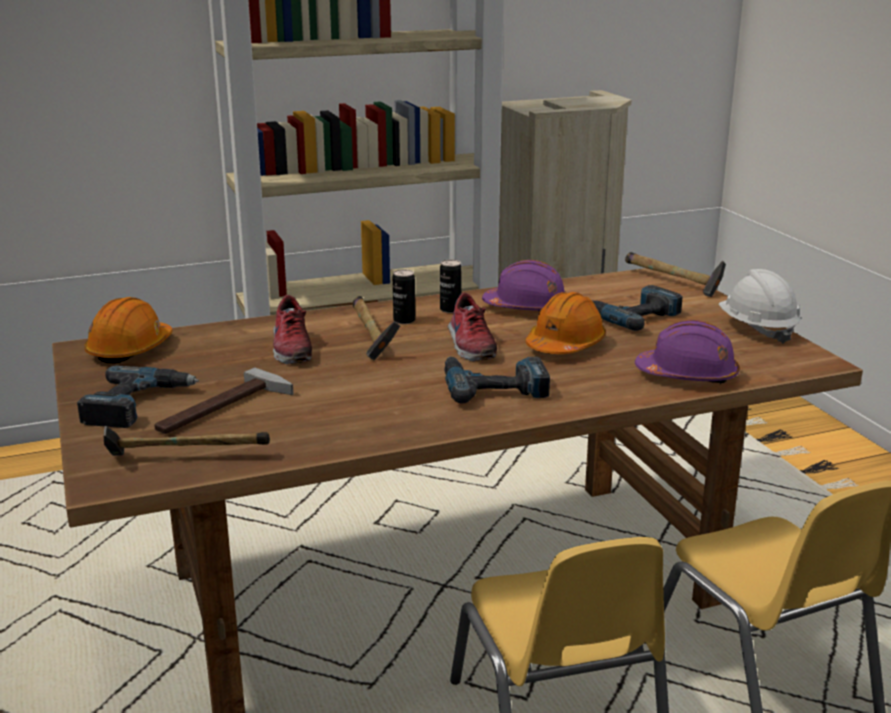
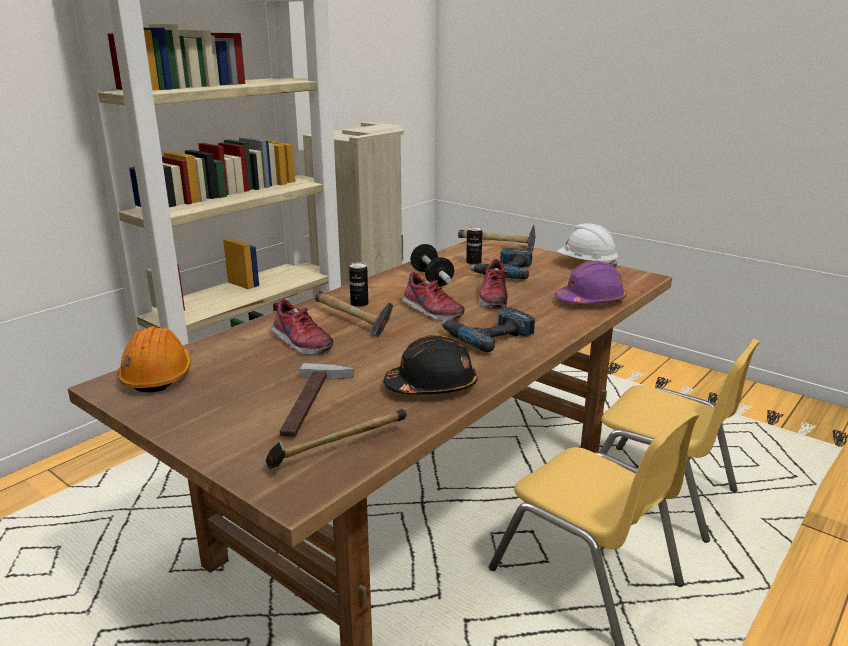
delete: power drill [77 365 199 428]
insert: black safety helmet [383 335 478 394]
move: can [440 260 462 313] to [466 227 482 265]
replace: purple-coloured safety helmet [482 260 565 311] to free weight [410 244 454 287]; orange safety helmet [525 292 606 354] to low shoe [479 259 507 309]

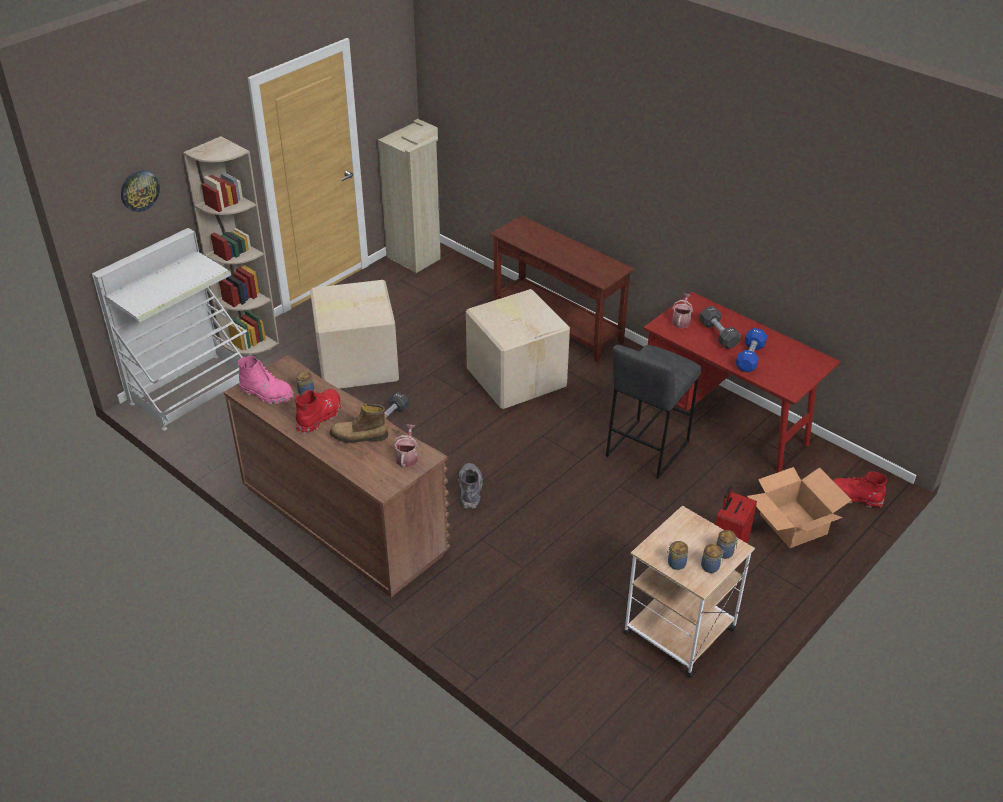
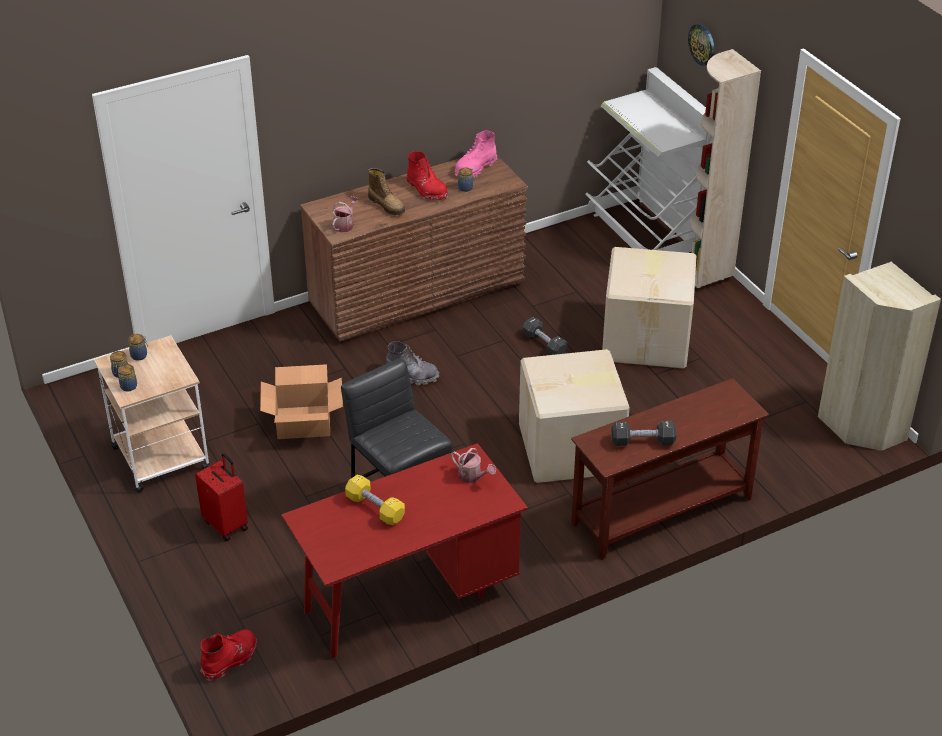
move: carton [747 467 851 548] to [260 364 343 439]; black free weight [699 306 741 349] to [611 421 677 446]
recolor: bluish free weight [736 328 767 372] to yellow free weight [345 475 405 525]
rotate: watering can [394 424 418 467] = [332 196 358 233] 90 degrees counterclockwise; boot [330 404 388 443] = [368 168 405 215] 120 degrees clockwise

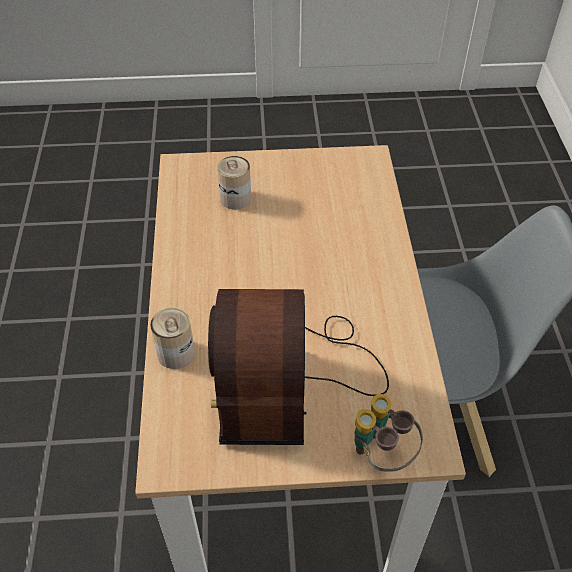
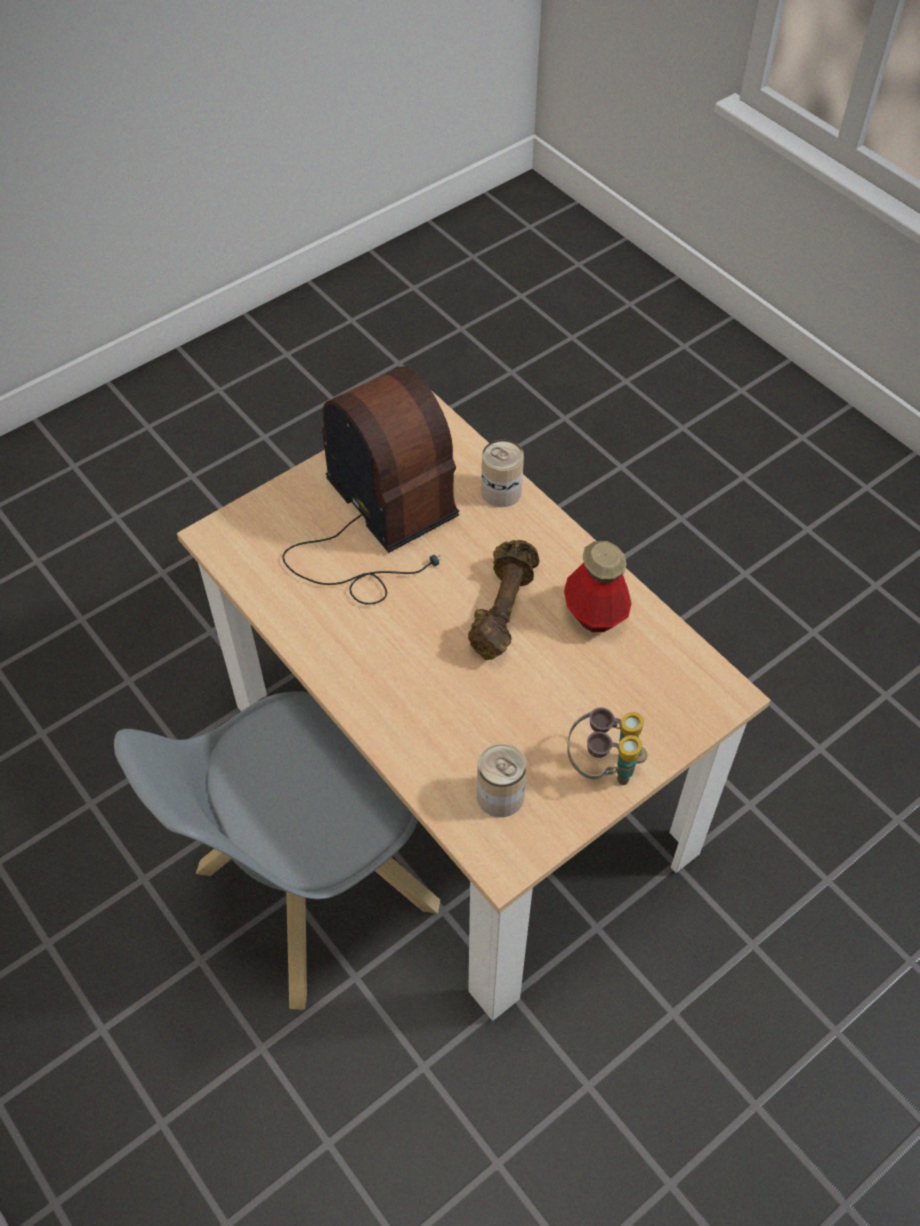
insert: brown-coloured free weight [468 540 540 660]; beverage bottle [564 541 632 632]
move: can [217 156 251 210] to [477 744 527 817]; binoculars [354 394 423 472] to [567 707 647 785]

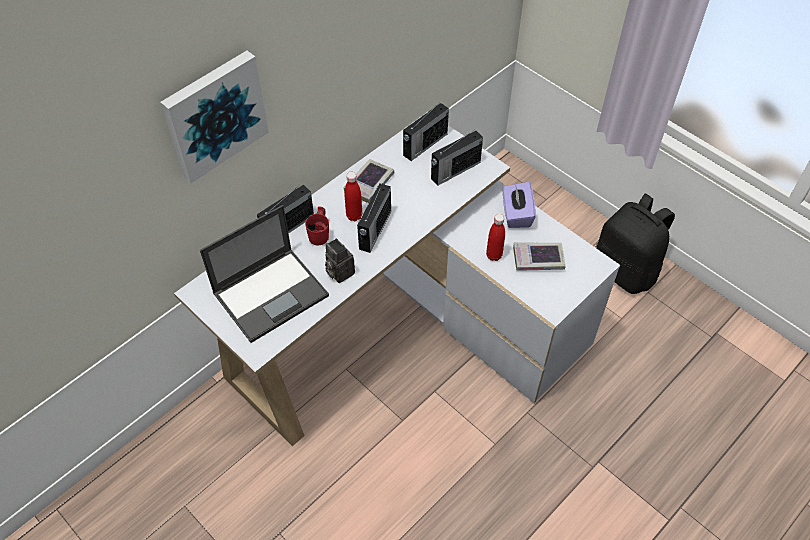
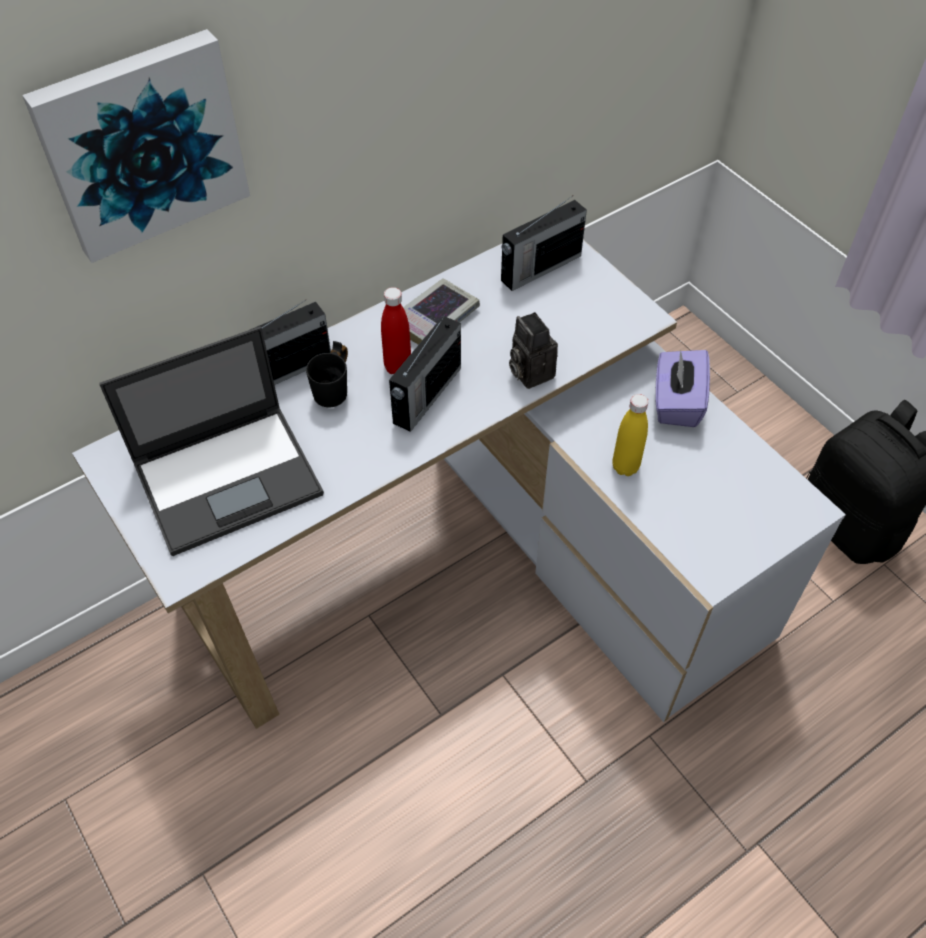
delete: radio receiver [431 129 483 186]; bound book [513 242 566 271]
move: still camera [325 238 355 283] to [509 312 558 389]
recolor: red-coloured coffee mug [305 206 329 245] to black coffee mug [306 341 348 407]; red-coloured beverage bottle [486 214 505 261] to yellow beverage bottle [612 394 649 476]

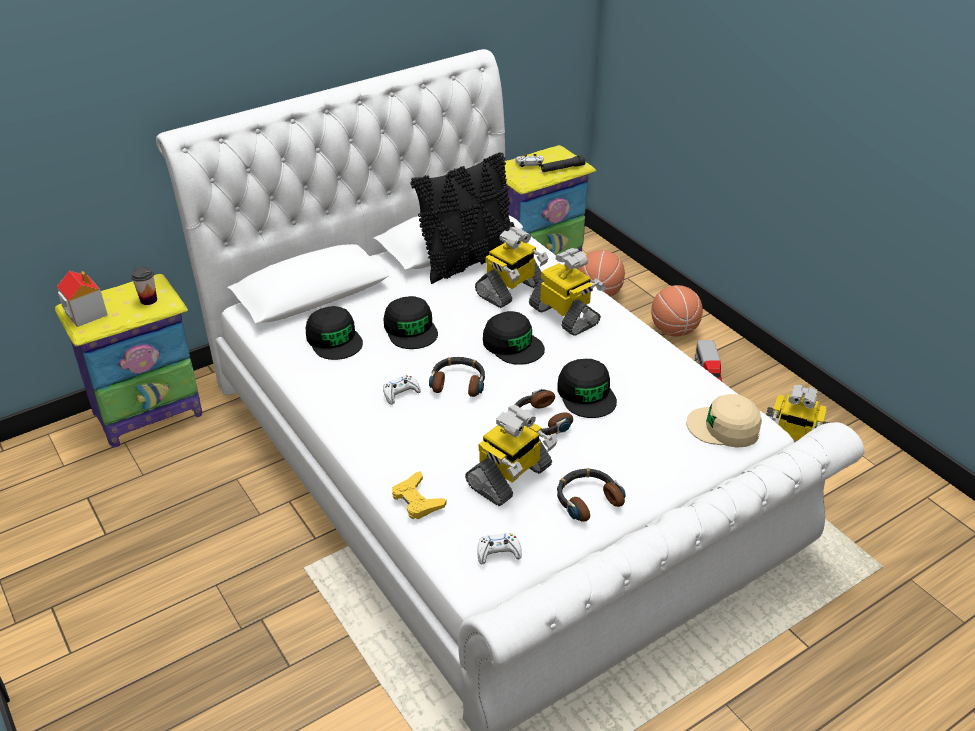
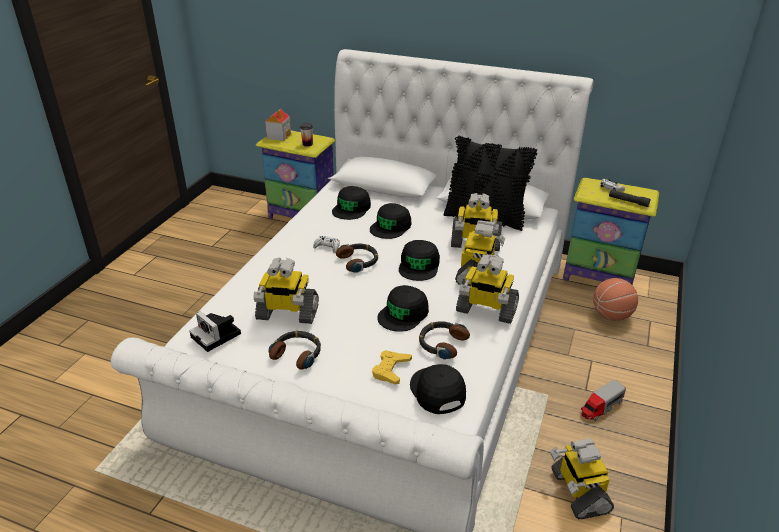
delete: basketball ball [651 285 703 336]
insert: model robot [456 254 519 324]
move: yellow joypad [392 471 447 519] to [372 350 412 384]; headset [515 389 573 436] to [419 321 470 360]
replace: white joypad [477 533 522 564] to still camera [189 311 241 352]
recolor: beige peaked cap [686 394 762 448] to black peaked cap [410 364 466 414]

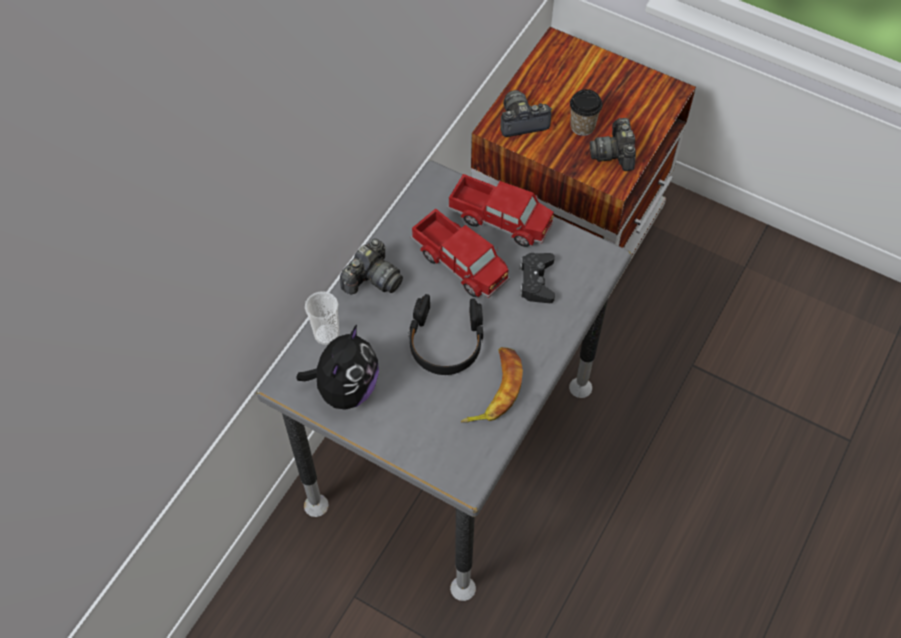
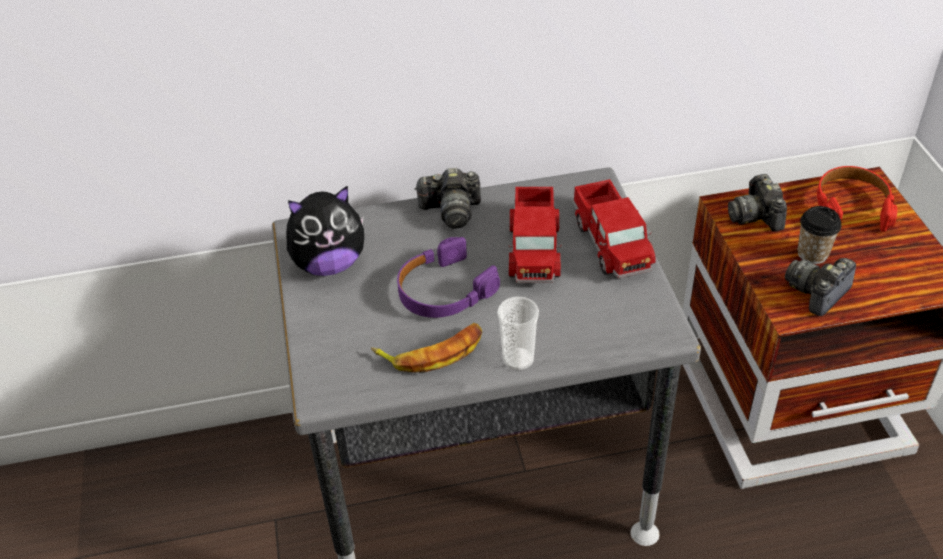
delete: black joypad [519 253 555 303]
insert: red-coloured headset [817 166 897 232]
move: cup [305 291 339 345] to [497 296 539 371]
recolor: black headset [409 294 483 375] to purple-coloured headset [397 237 500 318]
rotate: still camera [500 90 552 137] = [728 174 787 232] 135 degrees counterclockwise

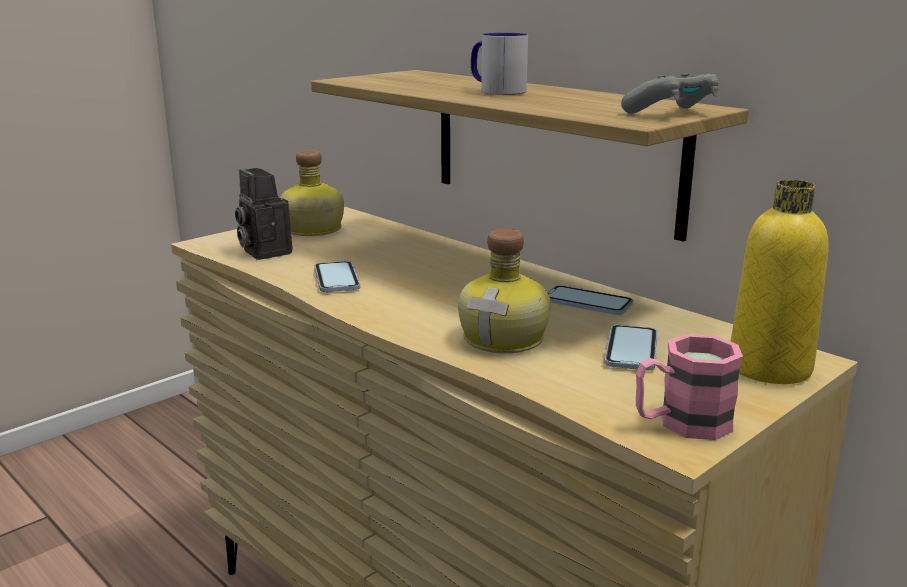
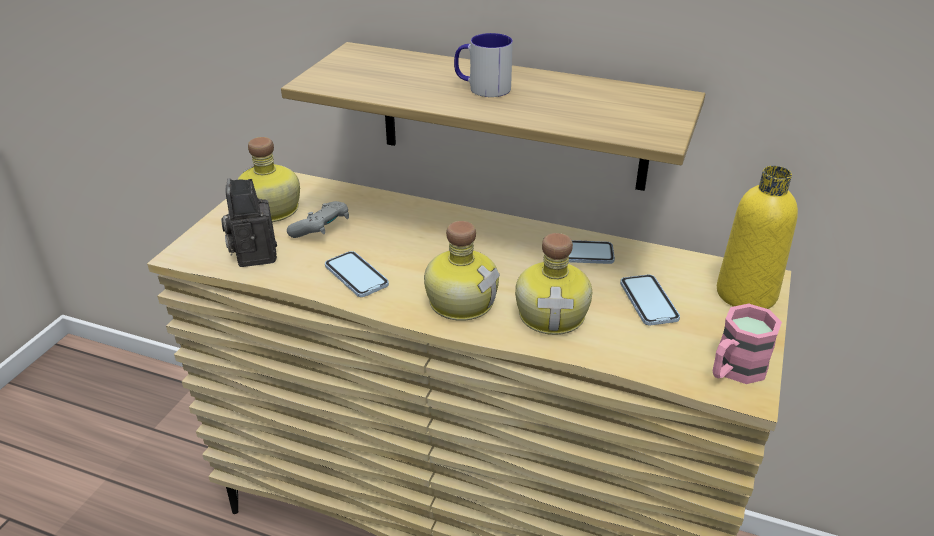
insert: beverage bottle [424 221 500 321]
move: grey joypad [621 73 718 114] to [287 201 349 238]
rotate: still camera [235 168 292 260] = [221 178 277 267] 45 degrees clockwise

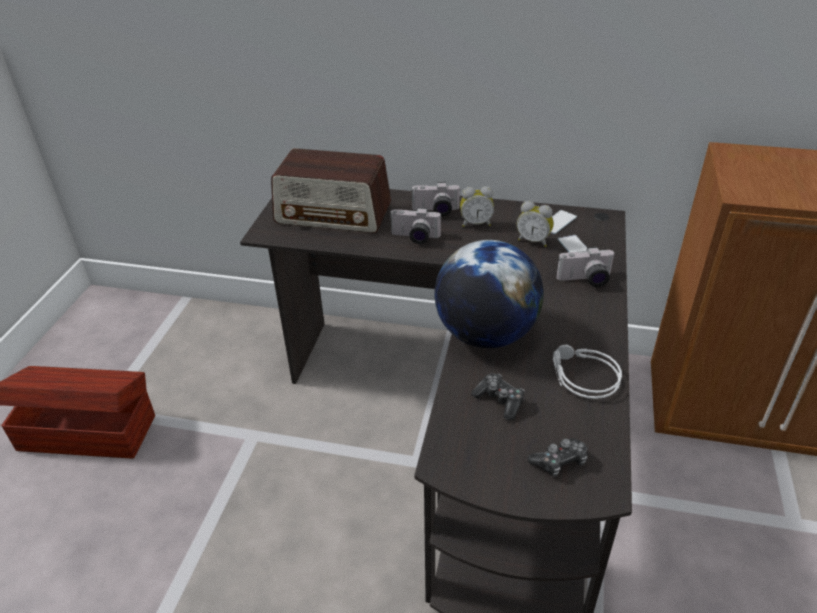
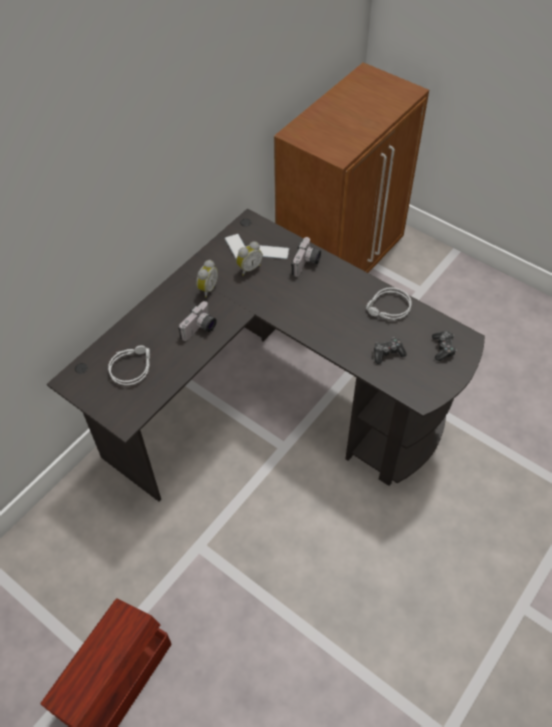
delete: still camera [411 182 461 216]; world globe [434 240 544 348]
replace: radio receiver [271 148 391 233] to grey headset [108 345 150 385]

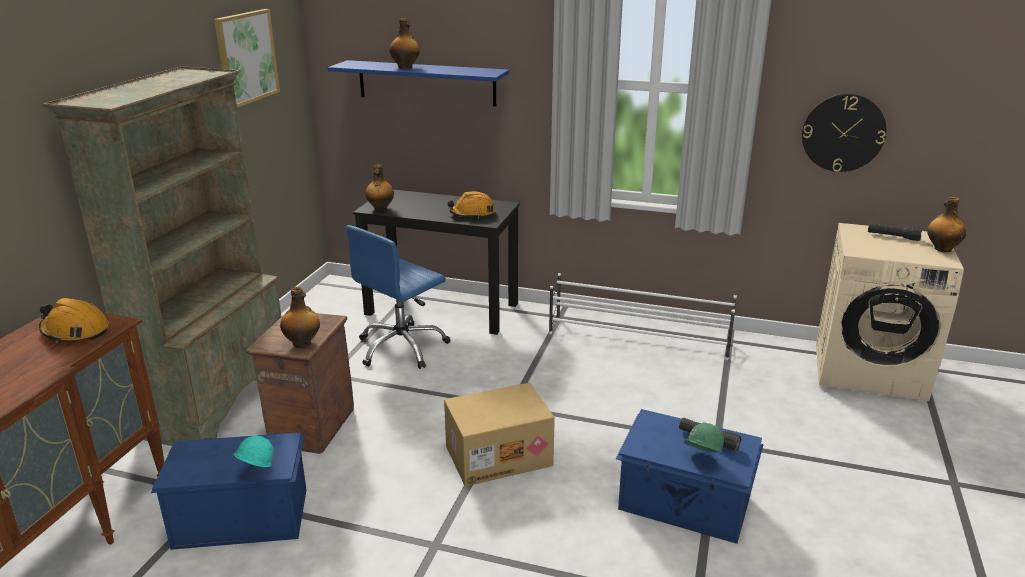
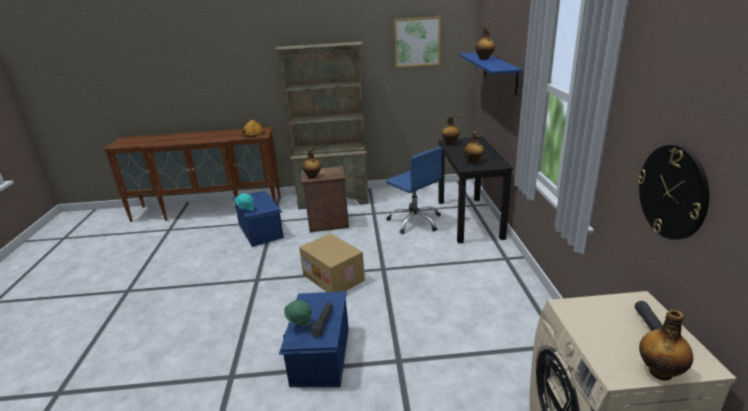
delete: white shoe shelf [549 273 737 360]
replace: orange safety helmet [447 191 495 219] to beverage bottle [464 131 484 163]
rotate: bluish computer chair [346 225 451 369] = [386 147 442 234] 150 degrees counterclockwise

